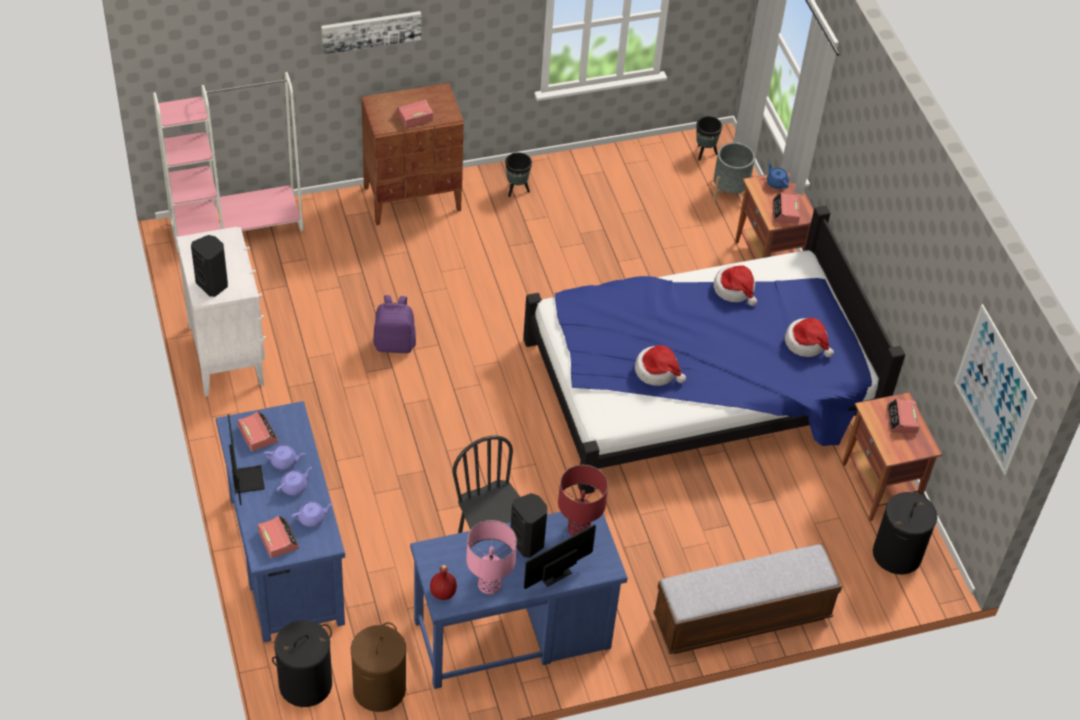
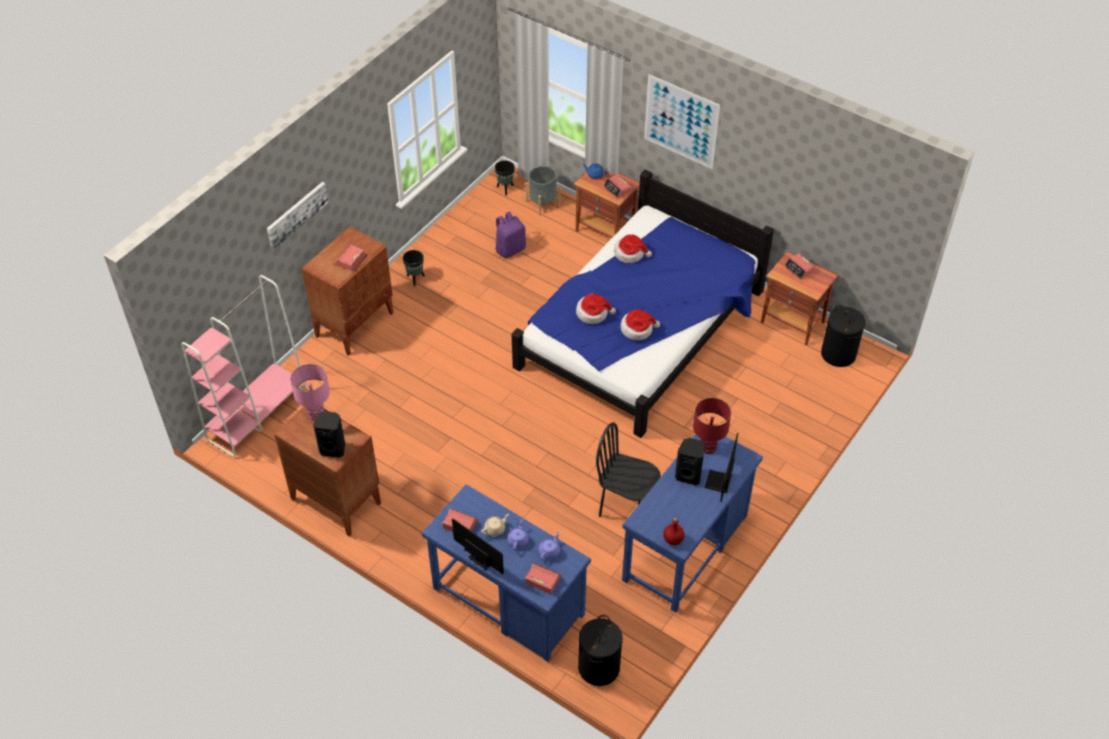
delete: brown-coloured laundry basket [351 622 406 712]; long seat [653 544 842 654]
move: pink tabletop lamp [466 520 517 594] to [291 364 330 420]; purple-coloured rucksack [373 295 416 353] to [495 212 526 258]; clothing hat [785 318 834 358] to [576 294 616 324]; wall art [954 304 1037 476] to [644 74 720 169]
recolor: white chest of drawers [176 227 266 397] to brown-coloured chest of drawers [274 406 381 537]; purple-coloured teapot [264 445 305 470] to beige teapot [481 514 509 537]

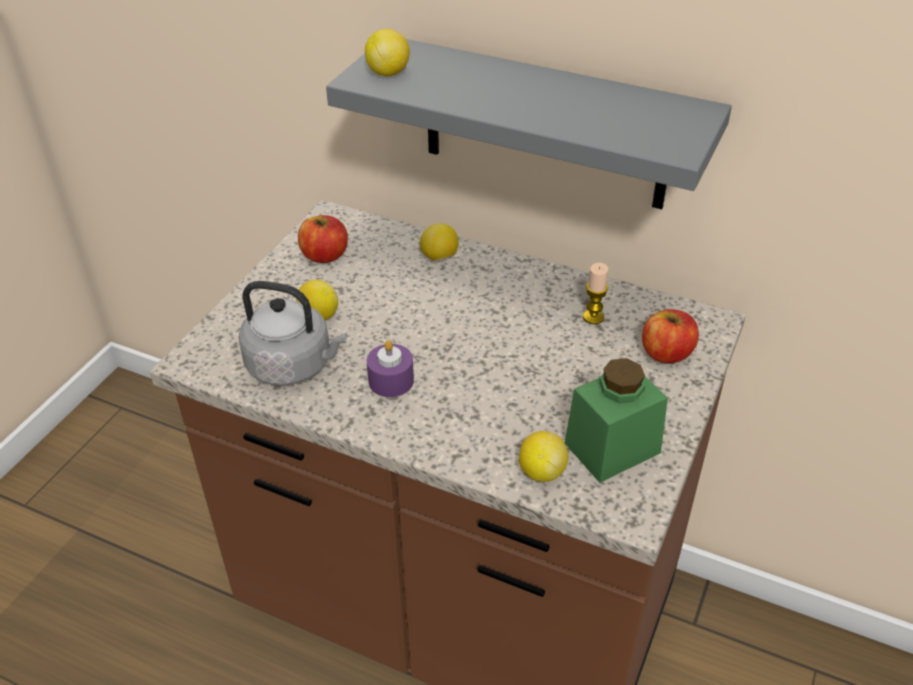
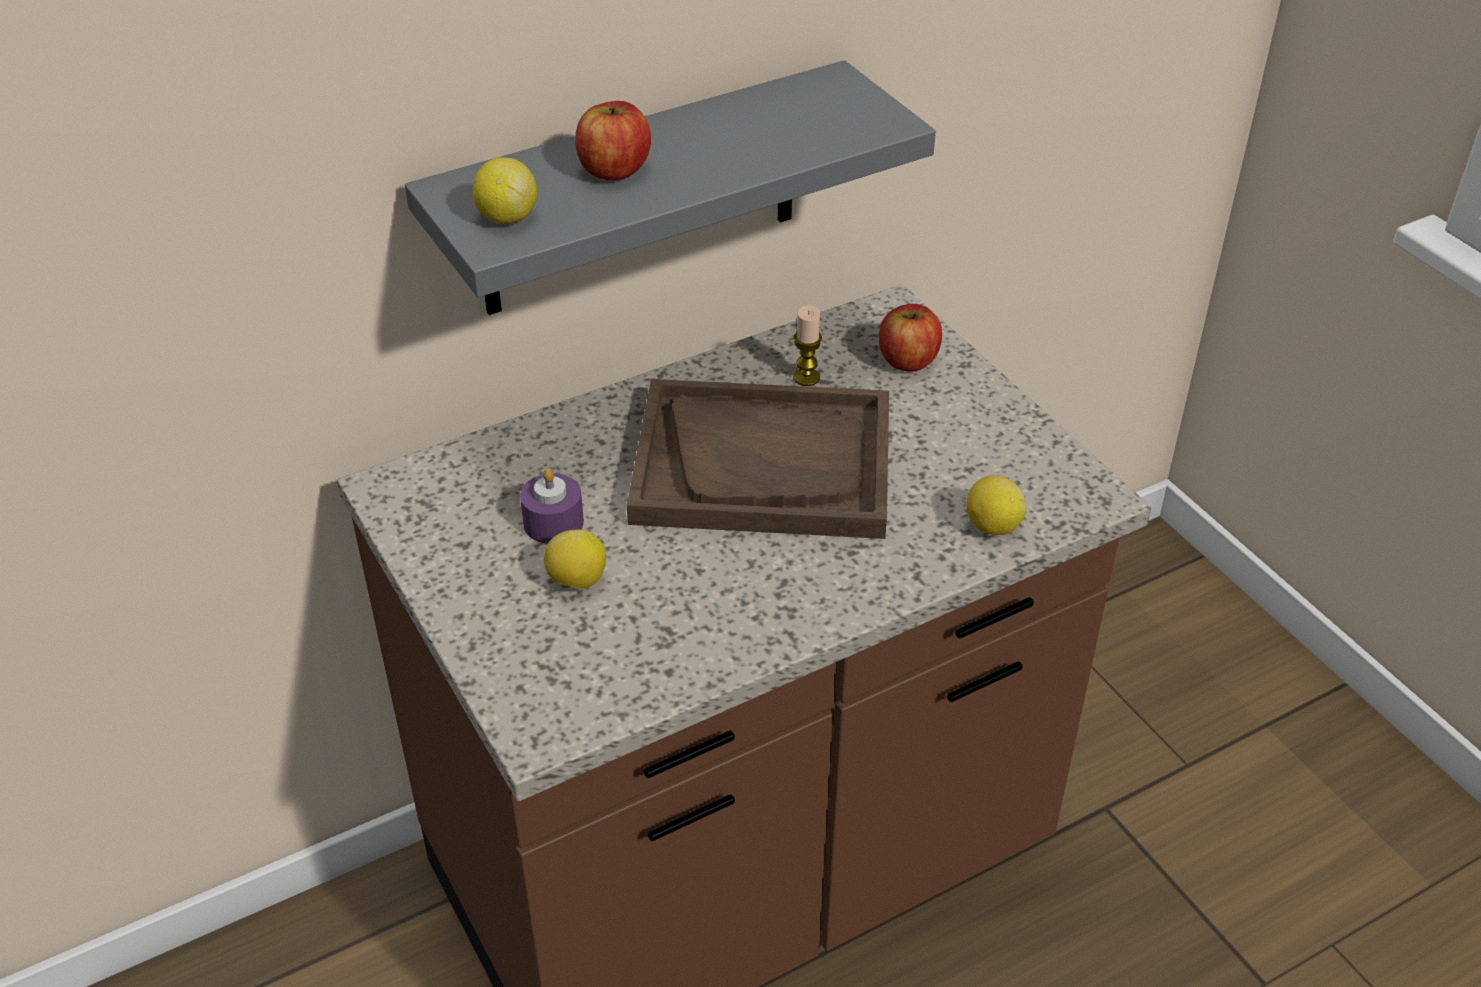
delete: grey tea kettle [239 281 347 386]; lemon [420 223 458 261]; green jar [565 358 668 483]
insert: brown-coloured tray [627 379 889 539]
move: purple-coloured wax candle [367 340 414 397] to [520 468 584 544]; whole apple [298 215 348 263] to [575 101 651 180]

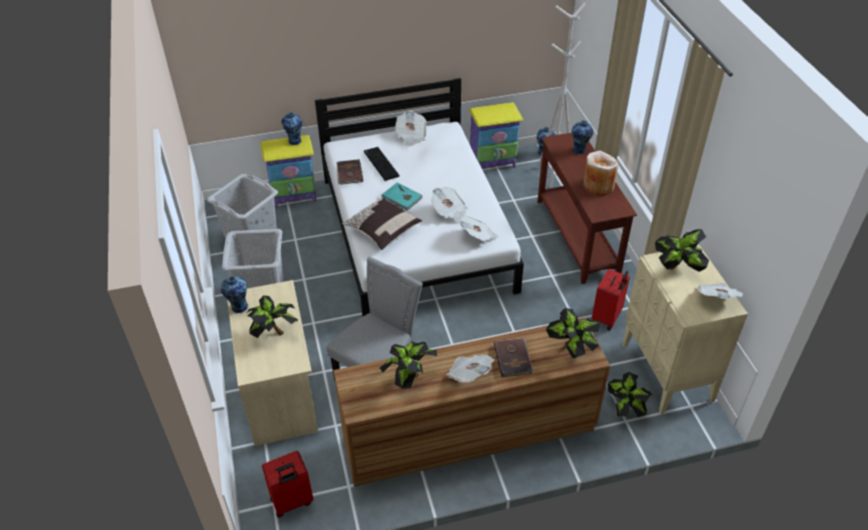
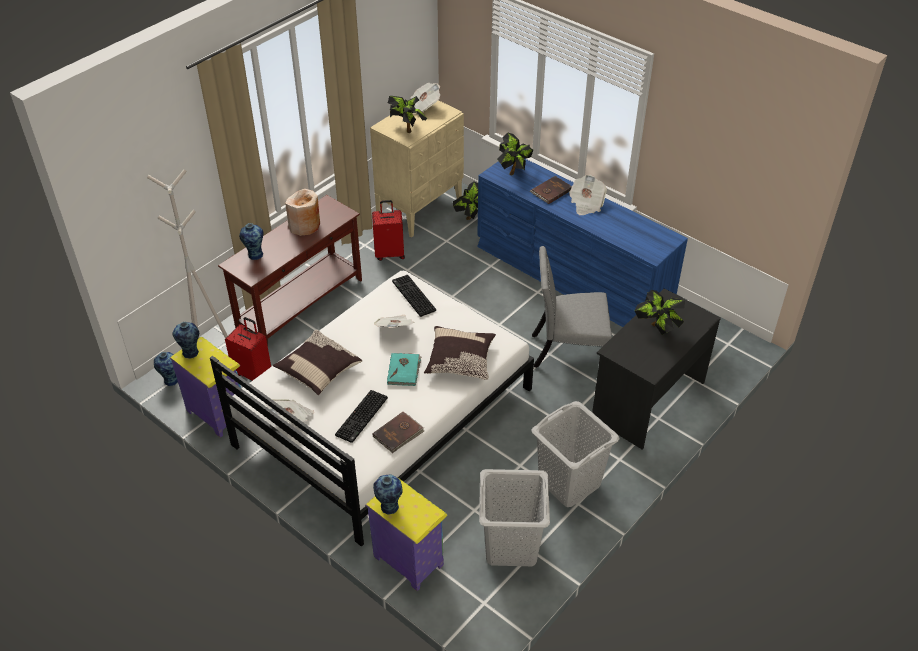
delete: houseplant [380 342 437 388]
insert: throw pillow [273 330 363 395]
move: decorative vase [221 276 248 313] to [172 322 199 358]; red-coloured travel case [262 451 314 518] to [225 317 271 381]
replace: daily paper [458 216 498 241] to keyboard [392 275 436 317]
recolor: brown-coloured chest of drawers [333 318 610 487] to bluish chest of drawers [477 159 688 327]; beige desk [227 280 318 446] to black desk [592 288 721 449]

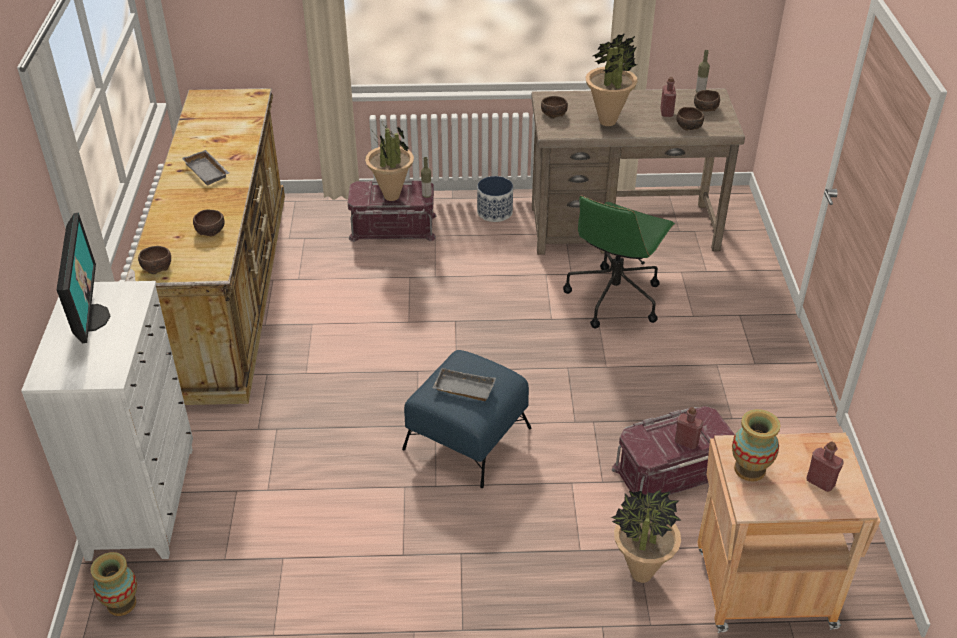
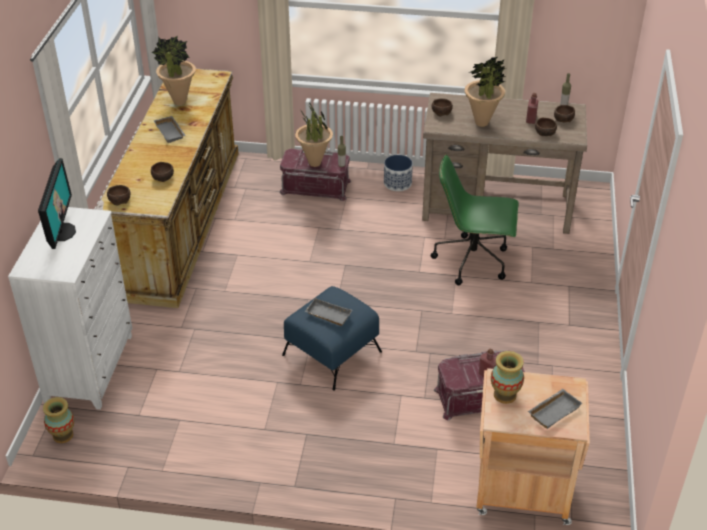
move: houseplant [611 490 681 583] to [152 36 196 105]
replace: red-coloured beverage bottle [806 442 844 492] to grey tray [528 389 582 429]
rotate: green computer chair [563 195 675 328] = [431 154 519 285] 60 degrees clockwise

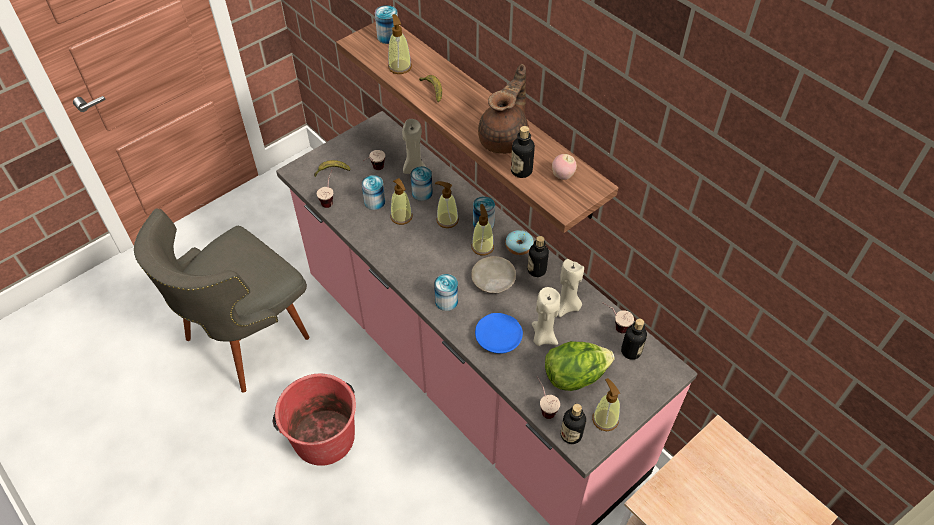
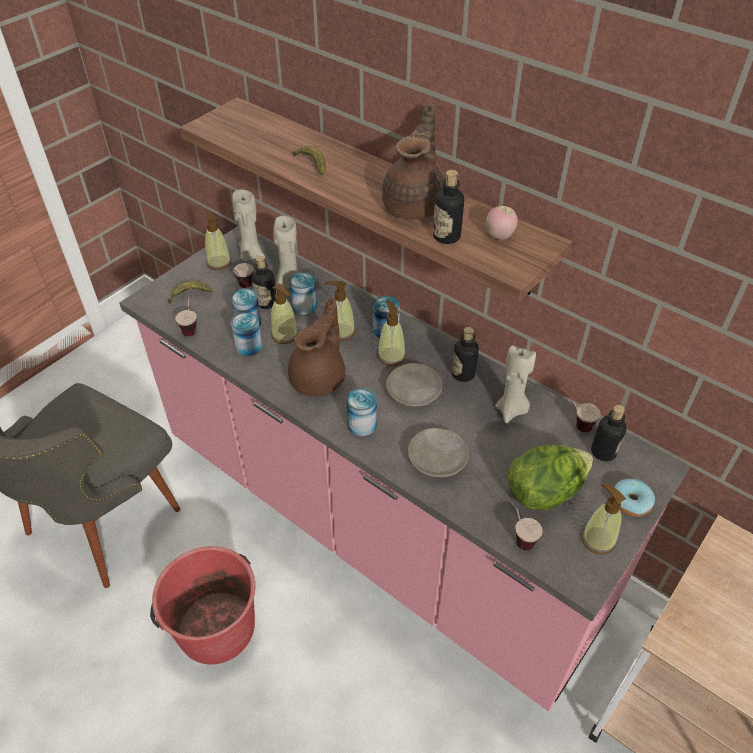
insert: brown-coloured teapot [288 297 345 396]
move: soap bottle [388 14 412 74] to [205 209 232 270]; can [375 5 398 44] to [231 312 262 357]; beige wax candle [532 287 560 346] to [232 189 265 261]; beverage bottle [561 404 586 444] to [252 256 276 309]; doughnut [505 230 534 255] to [614 479 655 517]
recolor: bluish dinner plate [475 313 523 354] to beige dinner plate [408 428 469 478]

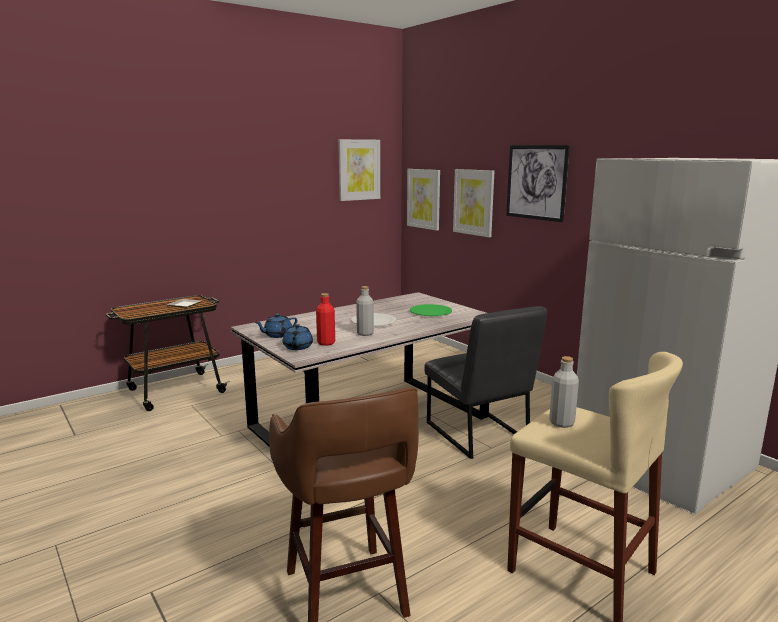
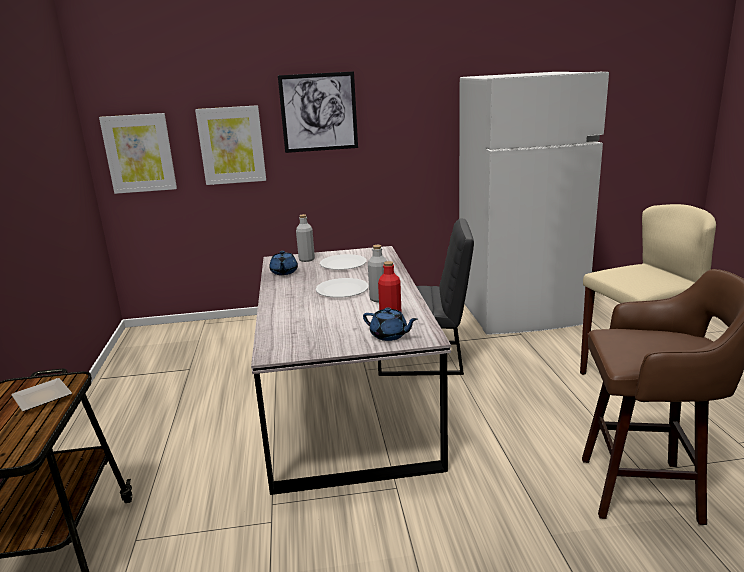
delete: wall art [338 139 380 201]
move: bluish teapot [255 314 297 338] to [269 251 298 275]; grey beverage bottle [549 356 579 428] to [296 214 315 262]
recolor: green dinner plate [410 304 452 316] to white dinner plate [320 254 367 270]

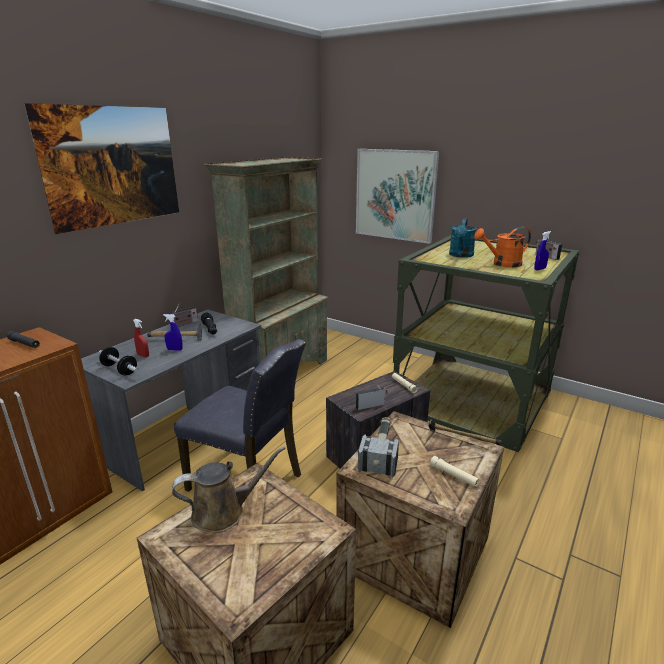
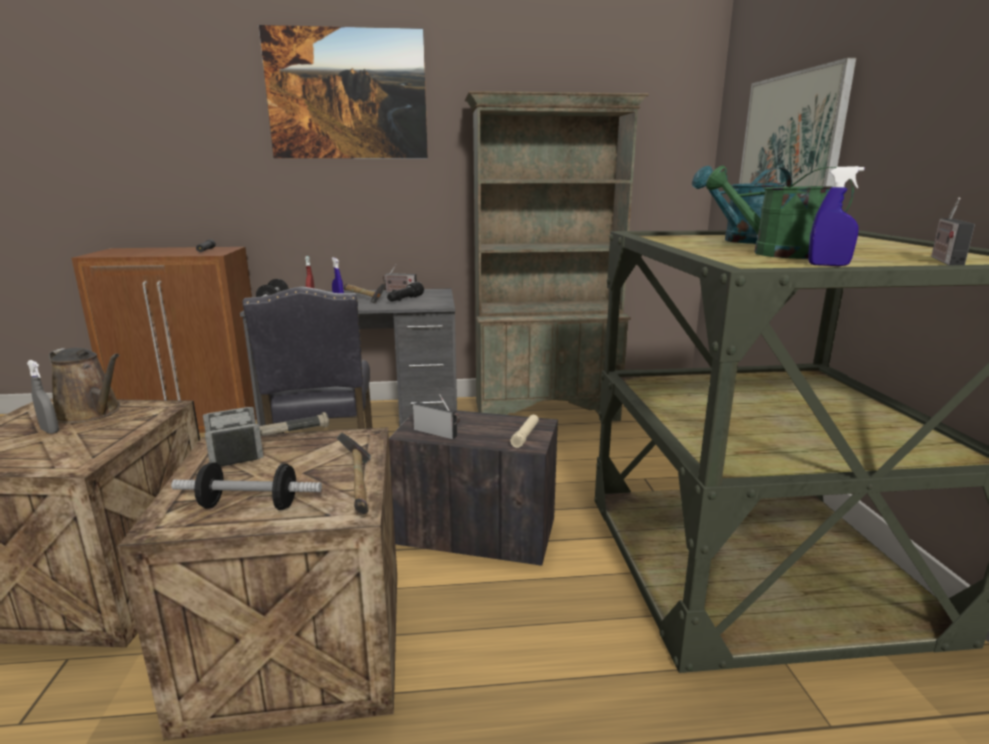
insert: grey spray bottle [27 360 59 434]
replace: beige torch [430 456 479 487] to free weight [171 462 322 510]
recolor: orange watering can [474 227 531 268] to green watering can [706 165 854 259]

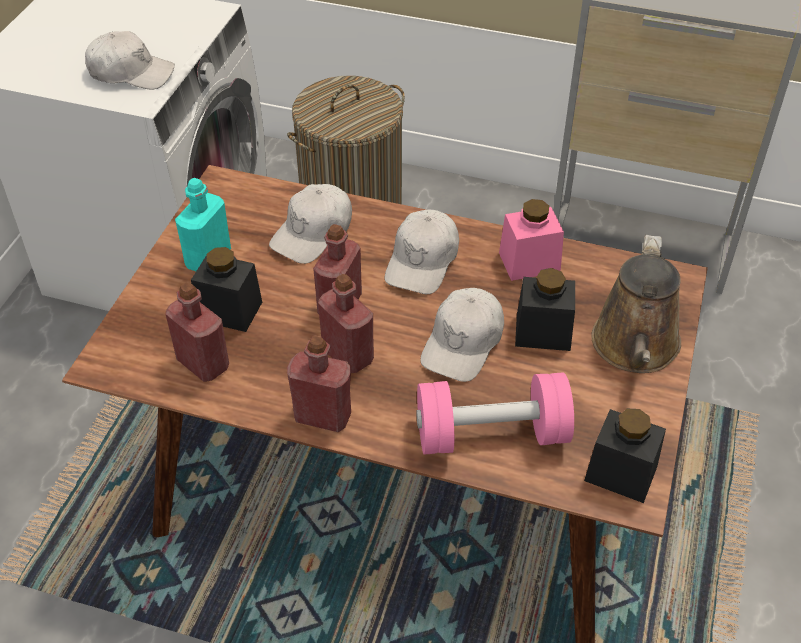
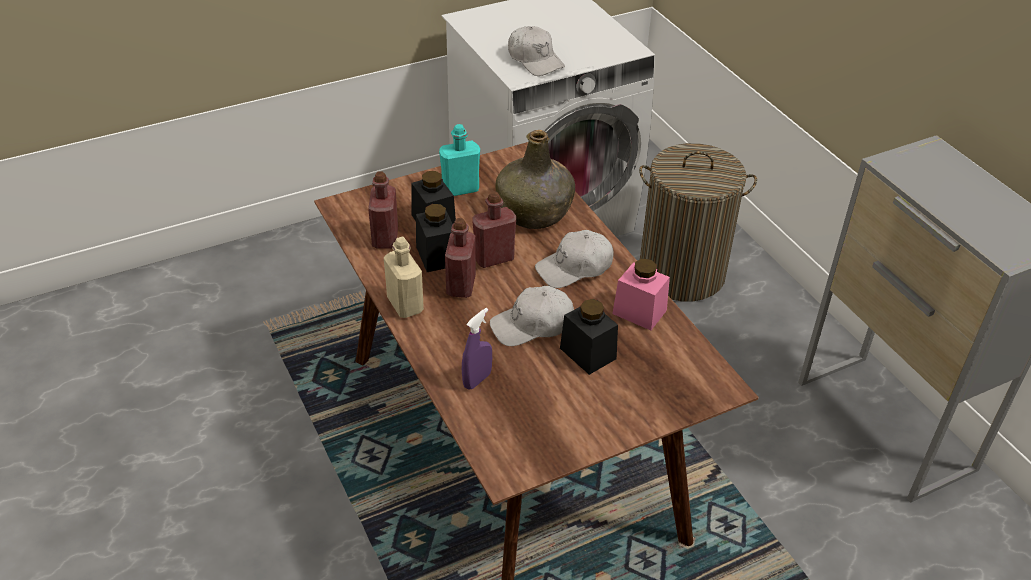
delete: brown-coloured watering can [591 235 681 373]
move: black jar [584 409 666 503] to [416 204 452 272]
replace: pink free weight [416 372 574 454] to purple-coloured spray bottle [462 308 492 390]; white peaked cap [269 184 352 264] to green beverage bottle [495 130 575 229]
recolor: red-coloured beverage bottle [287 335 351 432] to beige beverage bottle [384 237 424 318]

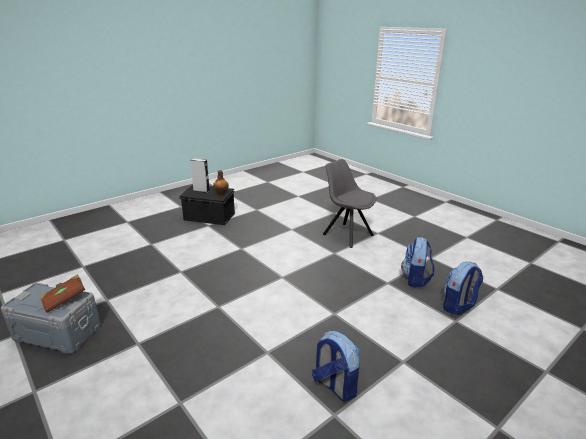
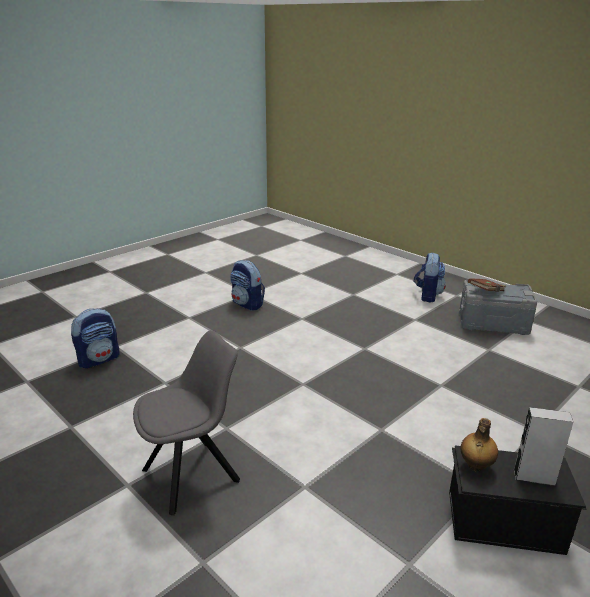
move: rucksack [401 237 434 288] to [414 252 446 303]
rotate: grey plain chair [323 159 376 248] = [133 330 240 515] 75 degrees counterclockwise

